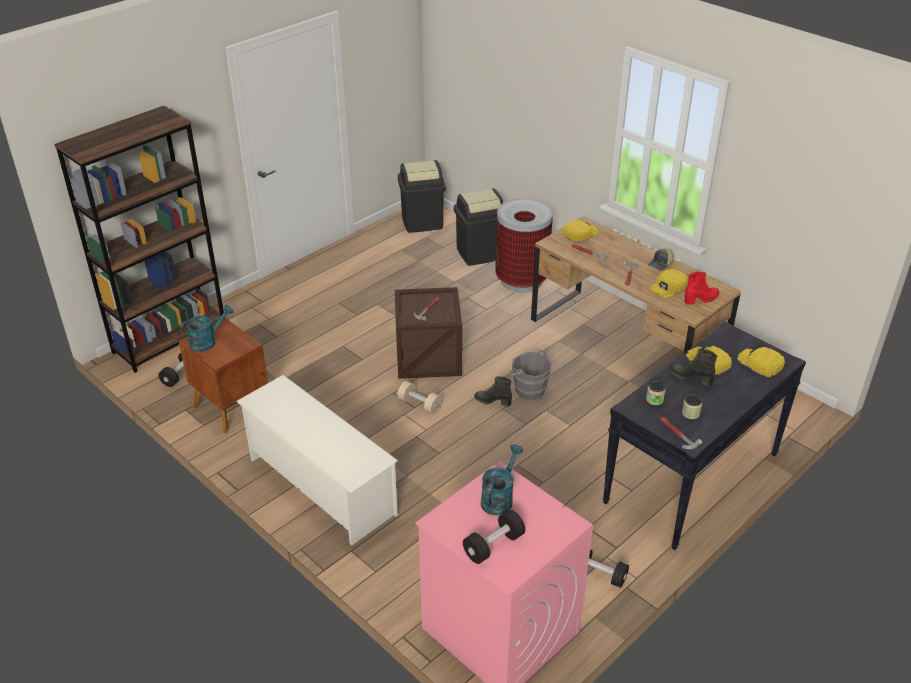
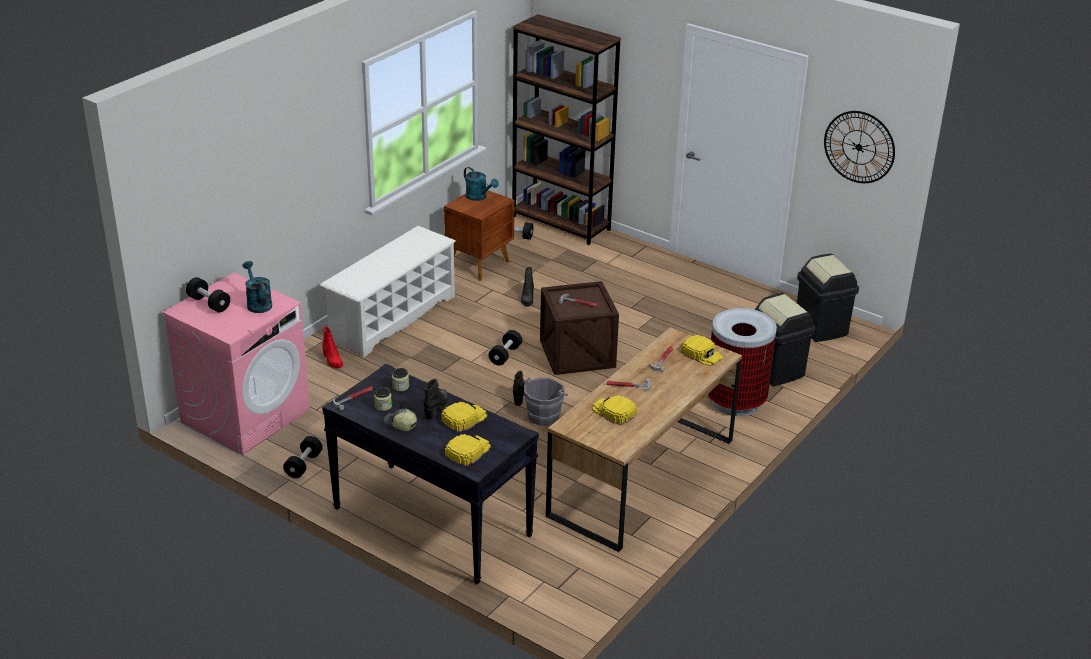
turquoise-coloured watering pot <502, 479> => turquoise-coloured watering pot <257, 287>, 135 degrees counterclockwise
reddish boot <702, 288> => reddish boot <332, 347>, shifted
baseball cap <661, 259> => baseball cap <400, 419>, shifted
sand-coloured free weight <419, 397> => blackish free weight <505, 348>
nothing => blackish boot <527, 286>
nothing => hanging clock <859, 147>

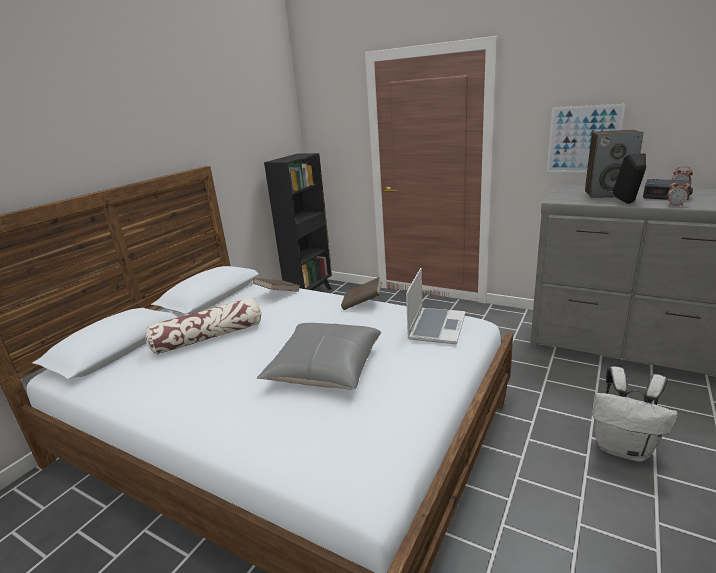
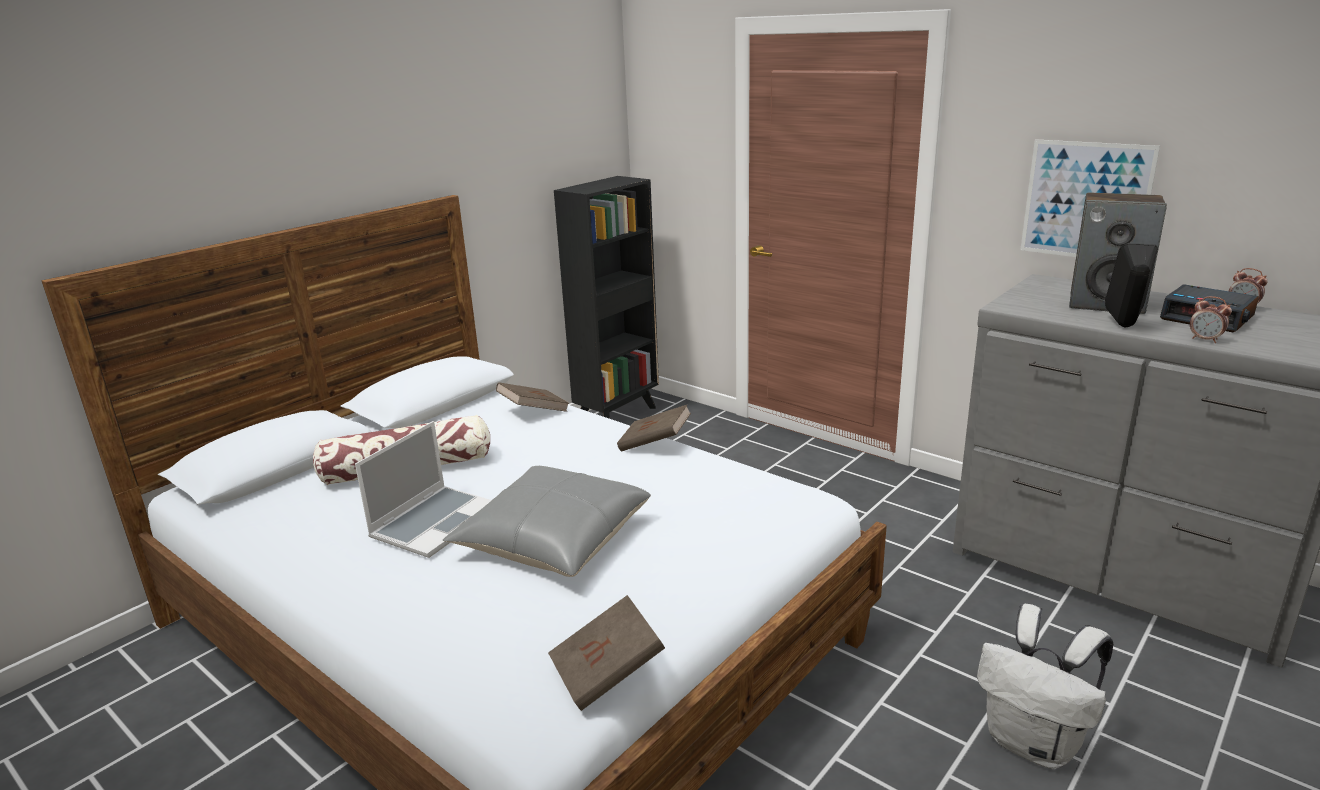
notebook computer <436, 306> => notebook computer <423, 489>, shifted
nothing => brown book <606, 653>

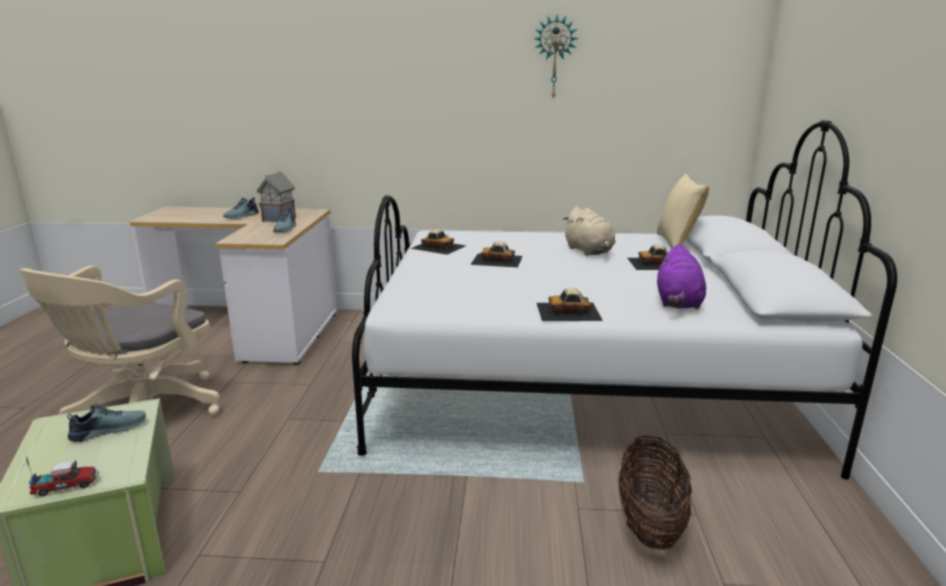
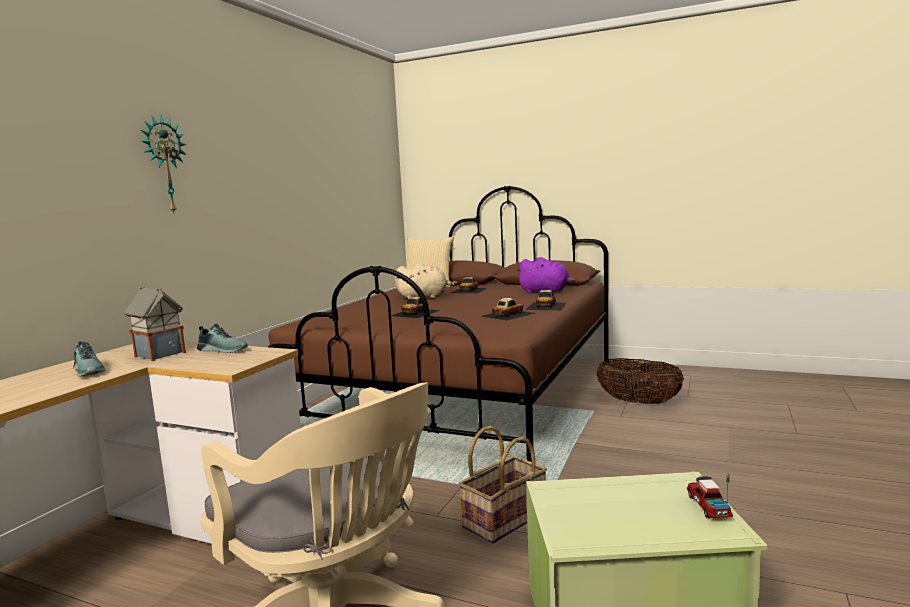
hanging clock <556, 57> => hanging clock <164, 164>, shifted
white bed <624, 300> => brown bed <438, 324>
nothing => basket <503, 485>
miniature car <438, 242> => miniature car <508, 309>, shifted
item of footwear <106, 423> => nothing

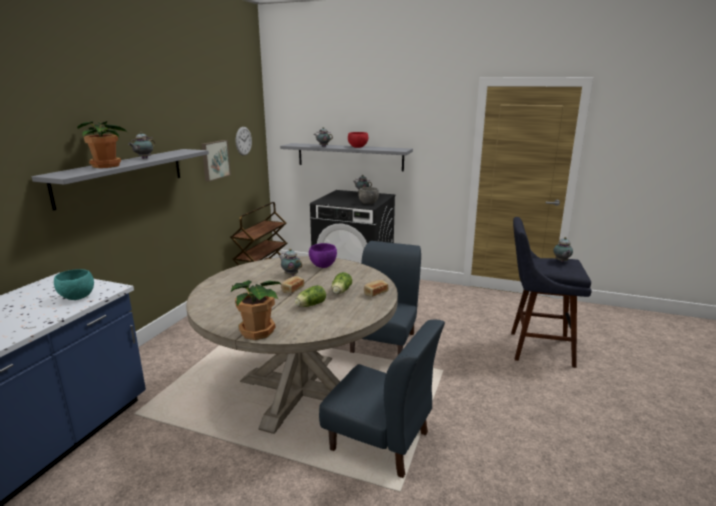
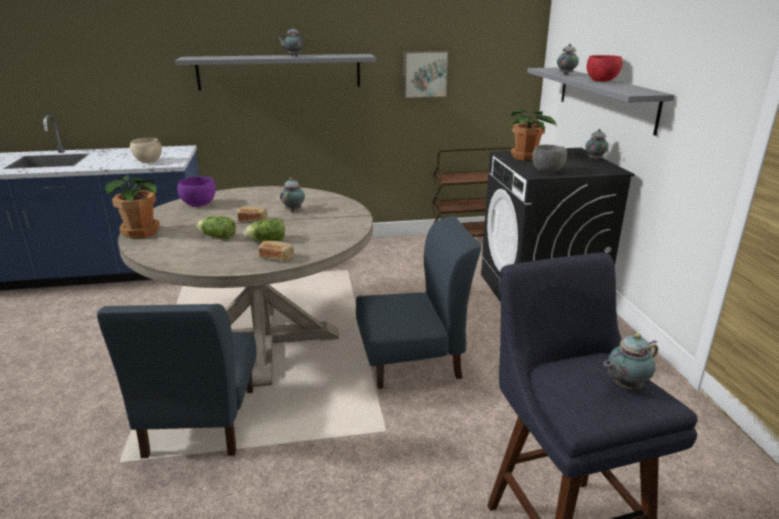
turquoise-coloured serving bowl <74, 284> => sand-coloured serving bowl <146, 150>
purple-coloured serving bowl <323, 255> => purple-coloured serving bowl <196, 192>, shifted
houseplant <102, 144> => houseplant <533, 135>, shifted
hanging clock <244, 141> => nothing

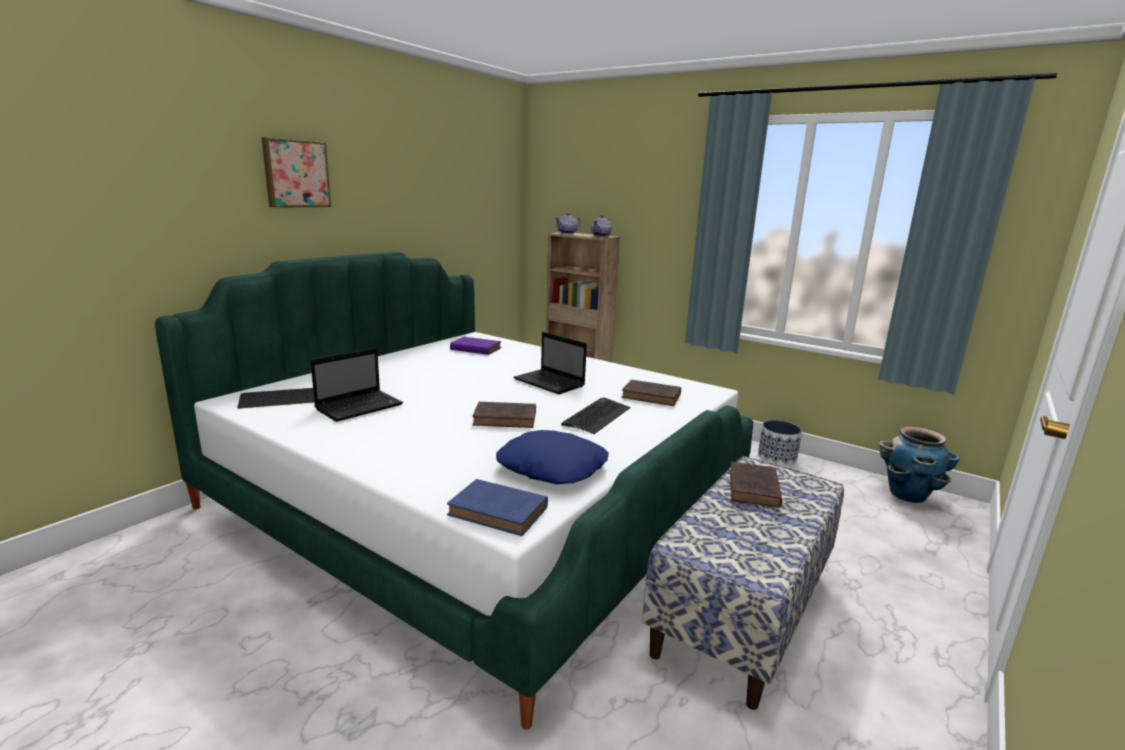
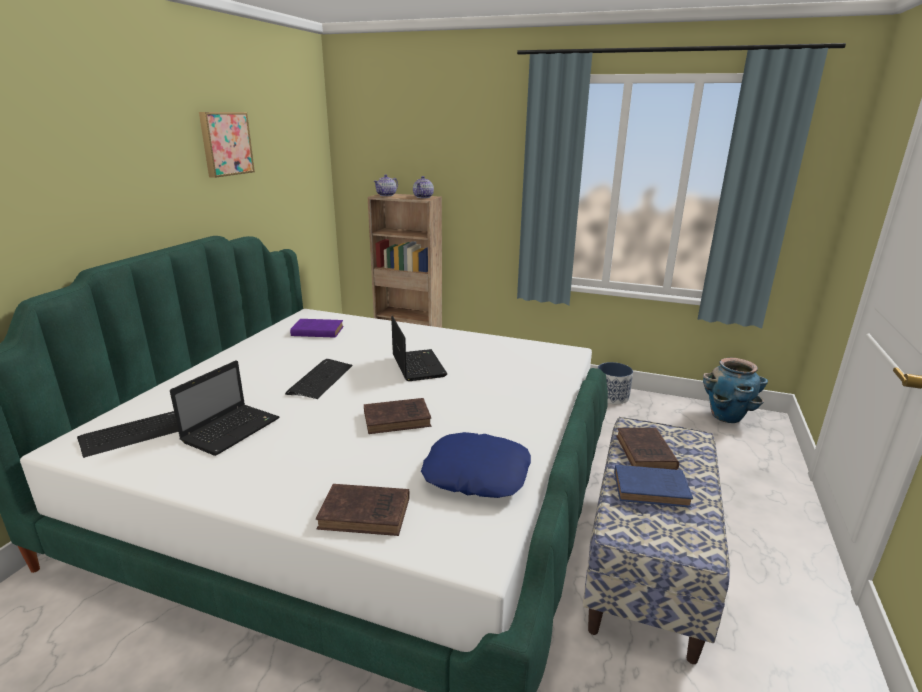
picture <296, 172> => picture <227, 145>, shifted
keyboard <595, 415> => keyboard <319, 379>, shifted
brown book <651, 393> => brown book <363, 510>, shifted
notebook computer <550, 363> => notebook computer <419, 348>, 135 degrees counterclockwise
blue book <497, 507> => blue book <653, 486>, shifted

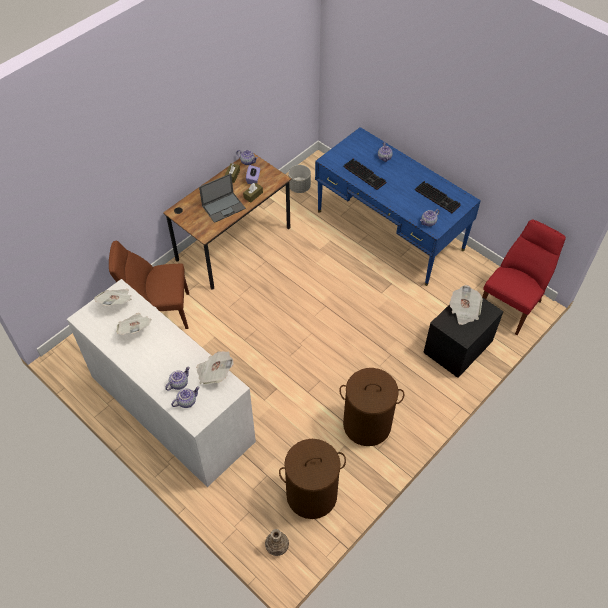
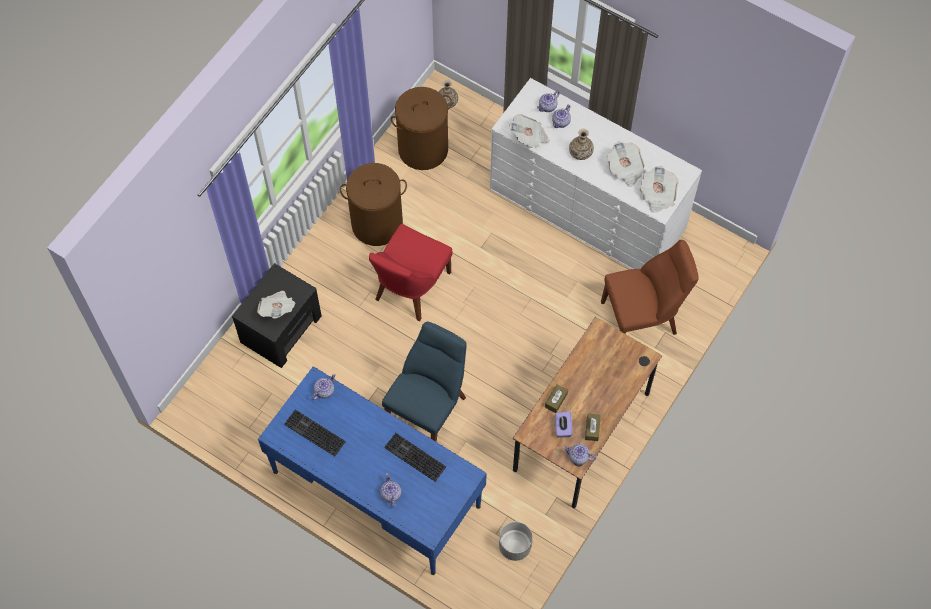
reddish upright chair <524, 277> => reddish upright chair <411, 272>, shifted
nothing => blue upright chair <424, 381>
nothing => flower vase <581, 144>
notebook computer <222, 198> => nothing

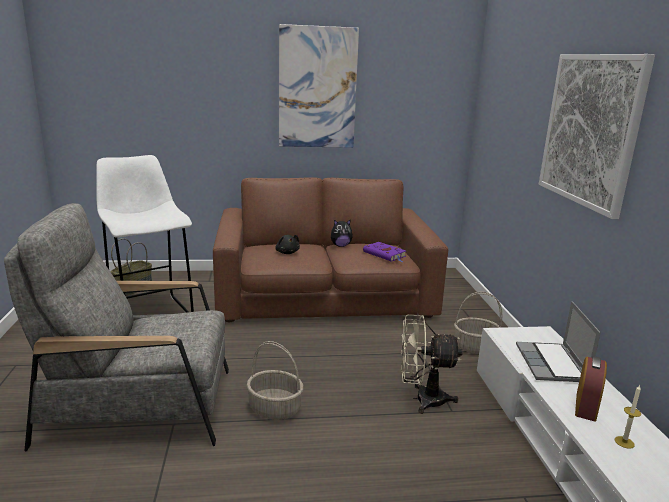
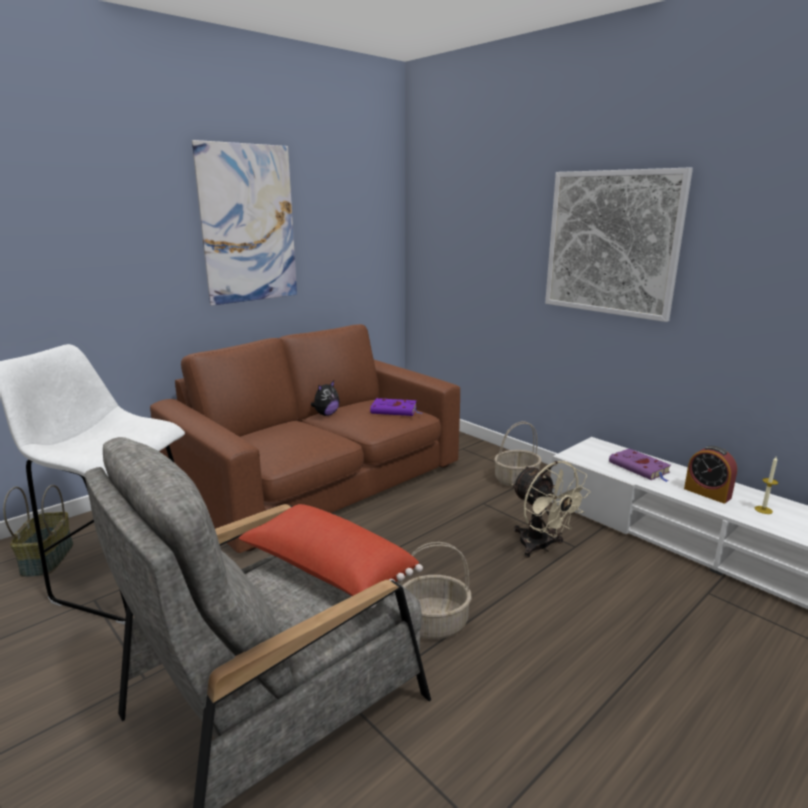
nothing => reddish throw pillow <331, 556>
sand-coloured cooling fan <432, 364> => sand-coloured cooling fan <551, 509>, 90 degrees counterclockwise
notebook computer <558, 341> => purple-coloured book <640, 465>
bedside clock <591, 389> => bedside clock <710, 475>, 150 degrees clockwise
blackish soft toy <287, 244> => nothing

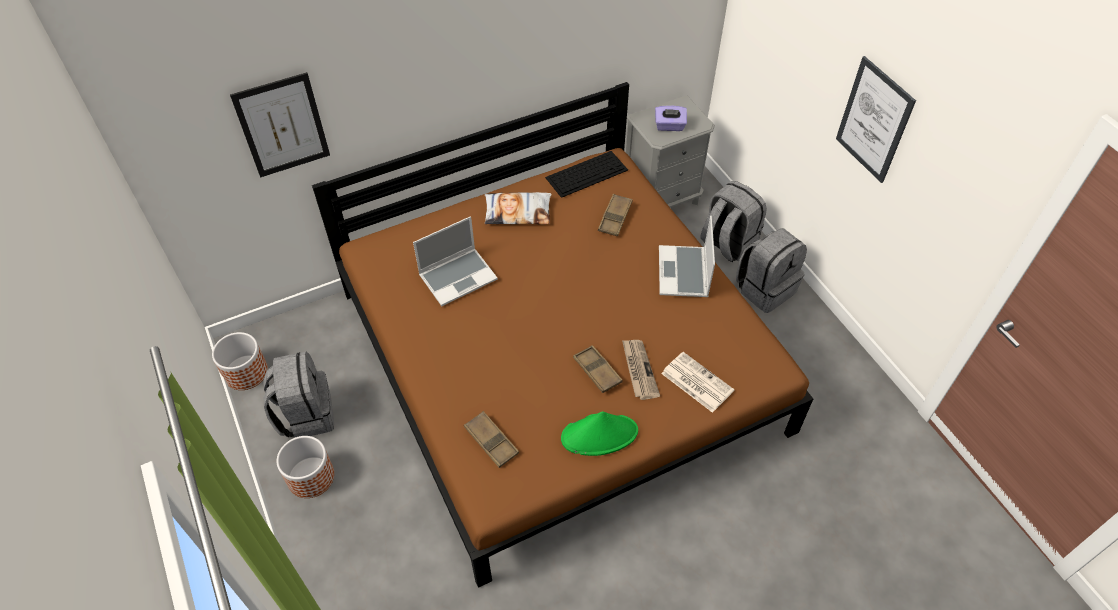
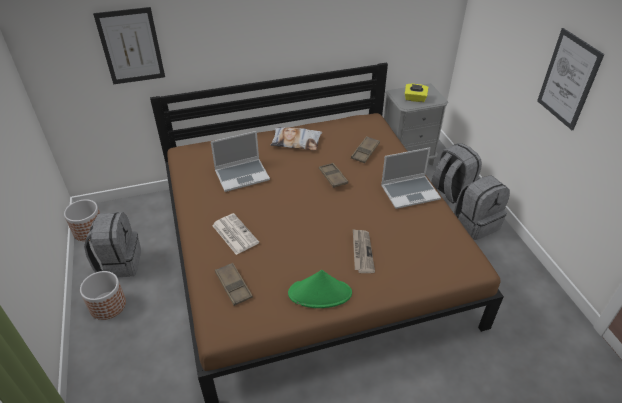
daily paper <698, 382> => daily paper <235, 234>, shifted
brown carrying tray <598, 369> => brown carrying tray <333, 175>, shifted
notebook computer <687, 256> => notebook computer <411, 178>, 120 degrees counterclockwise
purple-coloured tissue holder <671, 118> => yellow-coloured tissue holder <417, 93>
keyboard <586, 174> => nothing

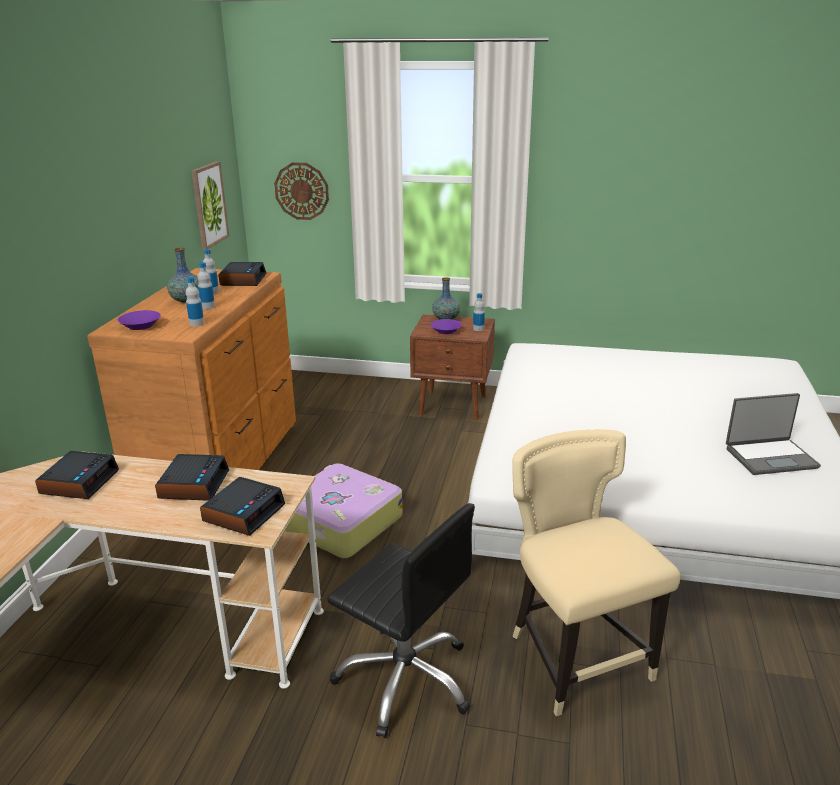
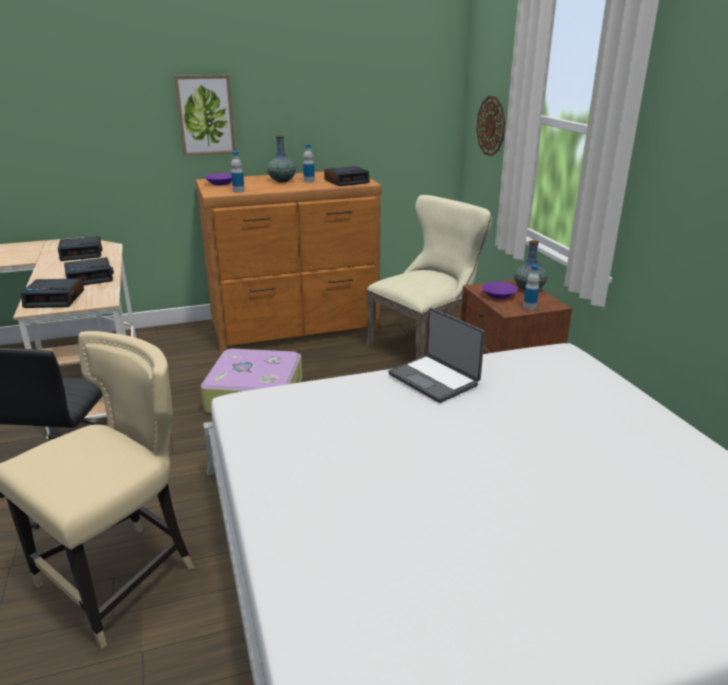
picture <210, 205> => picture <205, 115>, shifted
nothing => sand-coloured upright chair <429, 277>
notebook computer <773, 434> => notebook computer <436, 355>, shifted
drink bottle <206, 285> => nothing

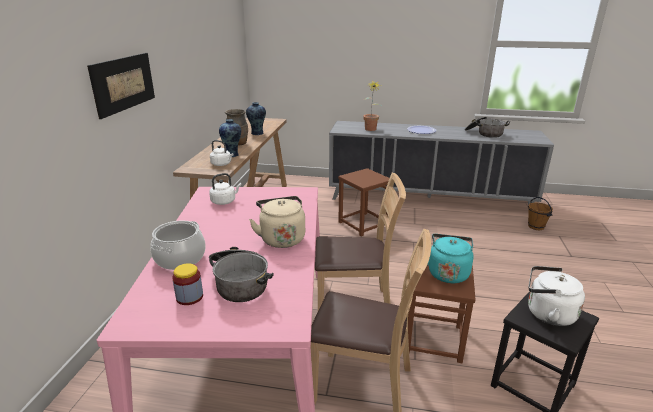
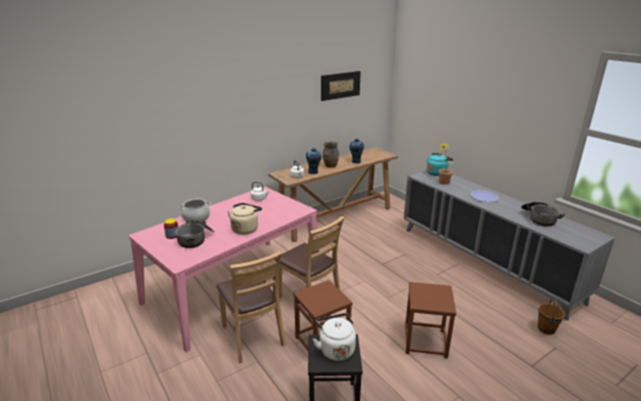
picture <121, 86> => picture <341, 86>, shifted
brown sitting stool <363, 202> => brown sitting stool <430, 320>, shifted
turquoise-coloured kettle <450, 258> => turquoise-coloured kettle <440, 164>, shifted

